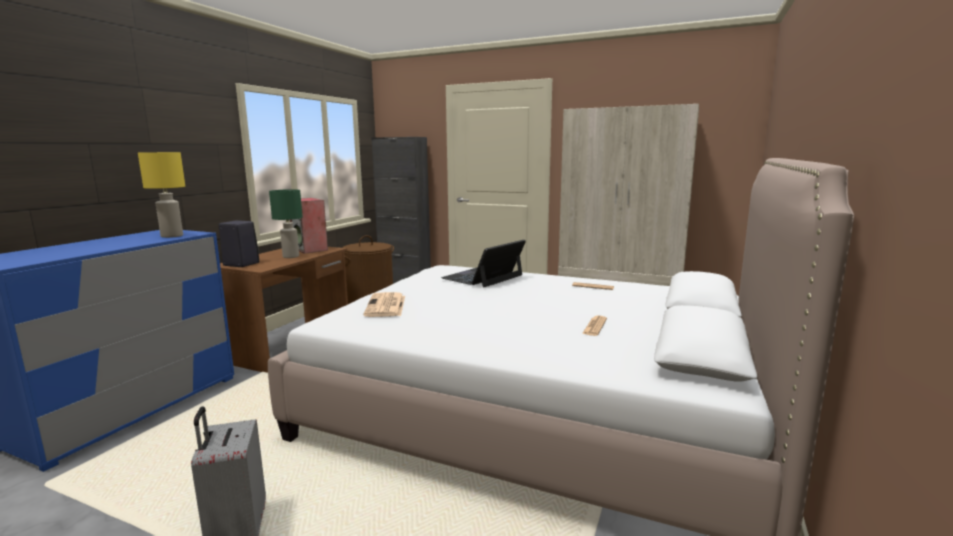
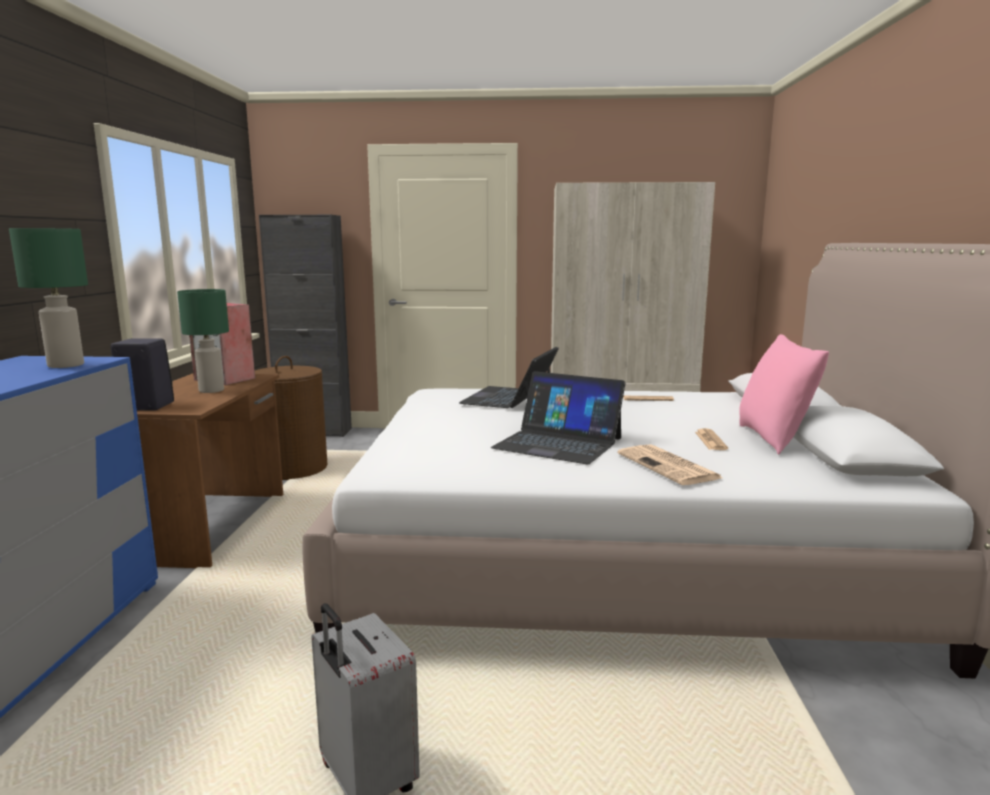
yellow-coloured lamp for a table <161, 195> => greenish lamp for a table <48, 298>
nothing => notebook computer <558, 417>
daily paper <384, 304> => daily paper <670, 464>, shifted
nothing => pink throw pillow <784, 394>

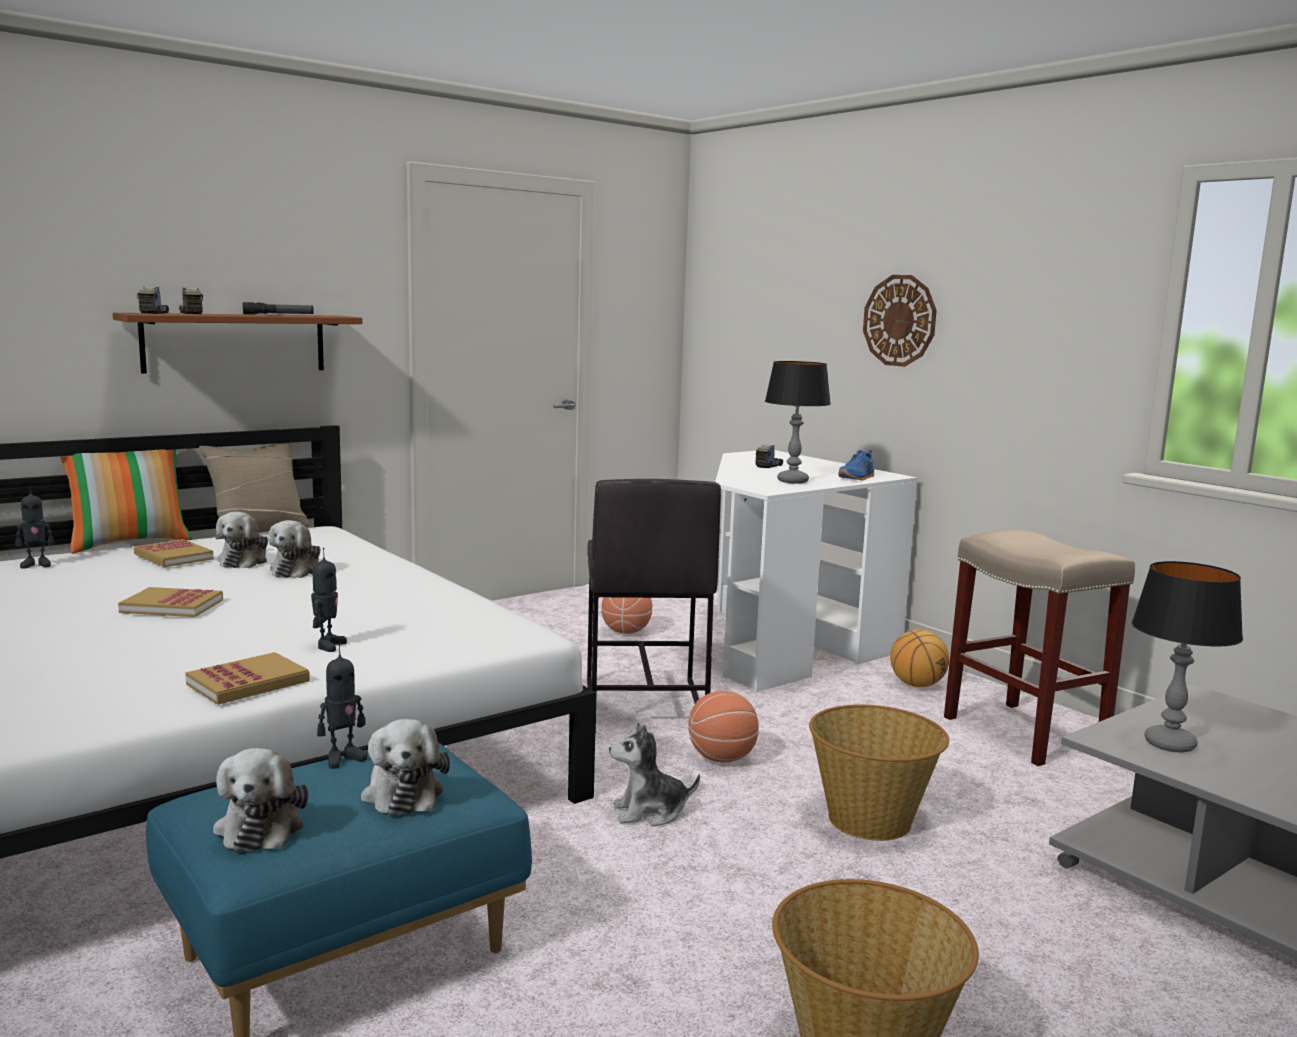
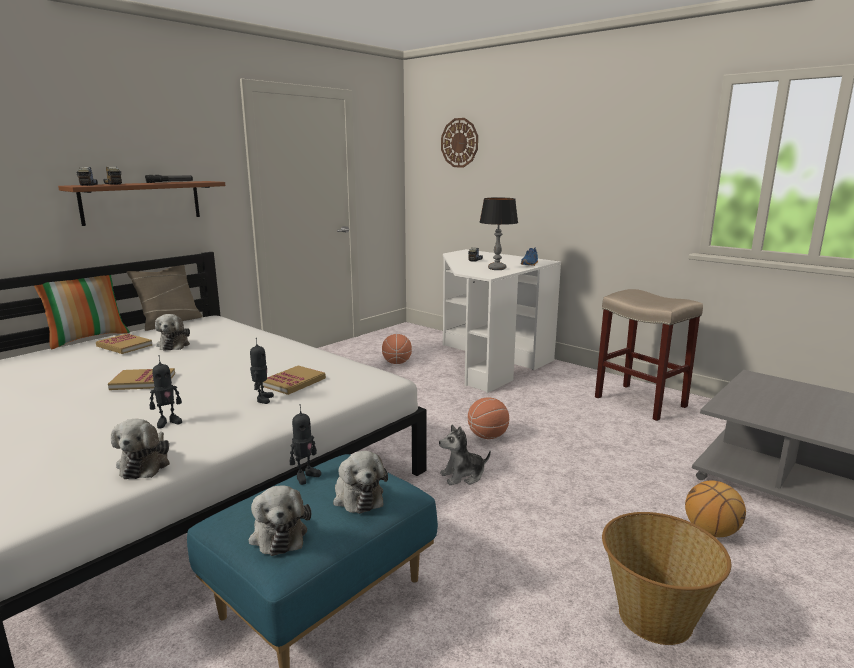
soft toy <294, 549> => soft toy <140, 449>, shifted
model robot <34, 527> => model robot <166, 391>, shifted
book <247, 678> => book <294, 380>, shifted
hanging clock <900, 321> => hanging clock <459, 142>, shifted
ball for basketball <919, 658> => ball for basketball <715, 508>, shifted
greyish sitting stool <654, 606> => nothing
basket <879, 773> => nothing
lamp for a table <1187, 656> => nothing

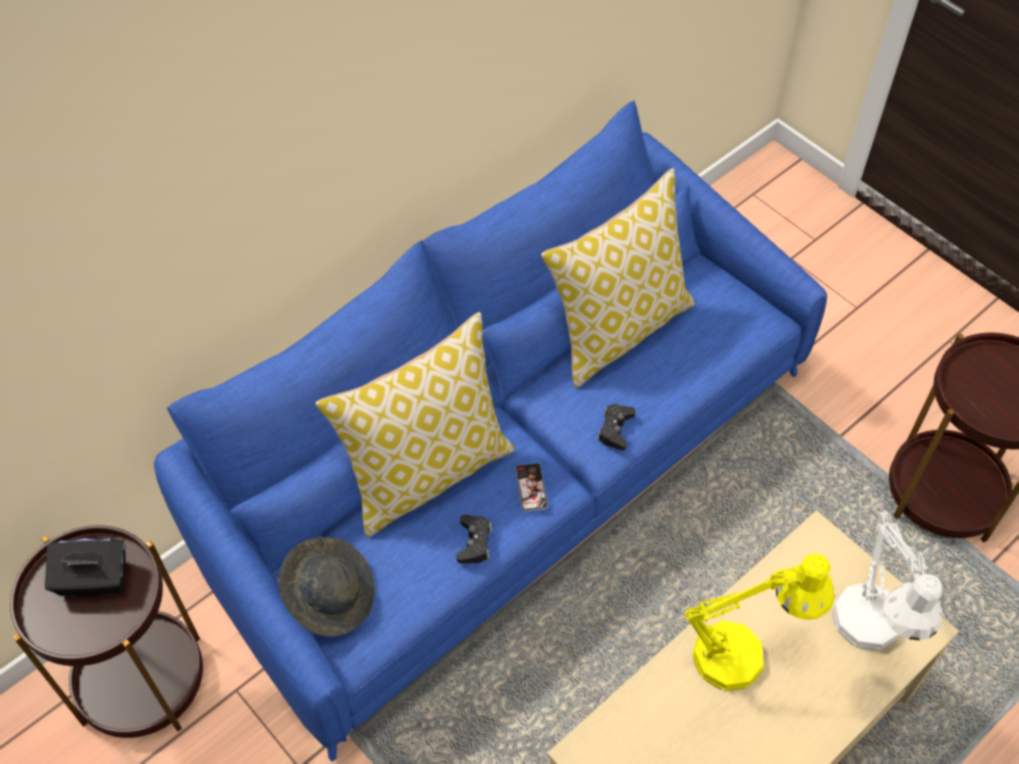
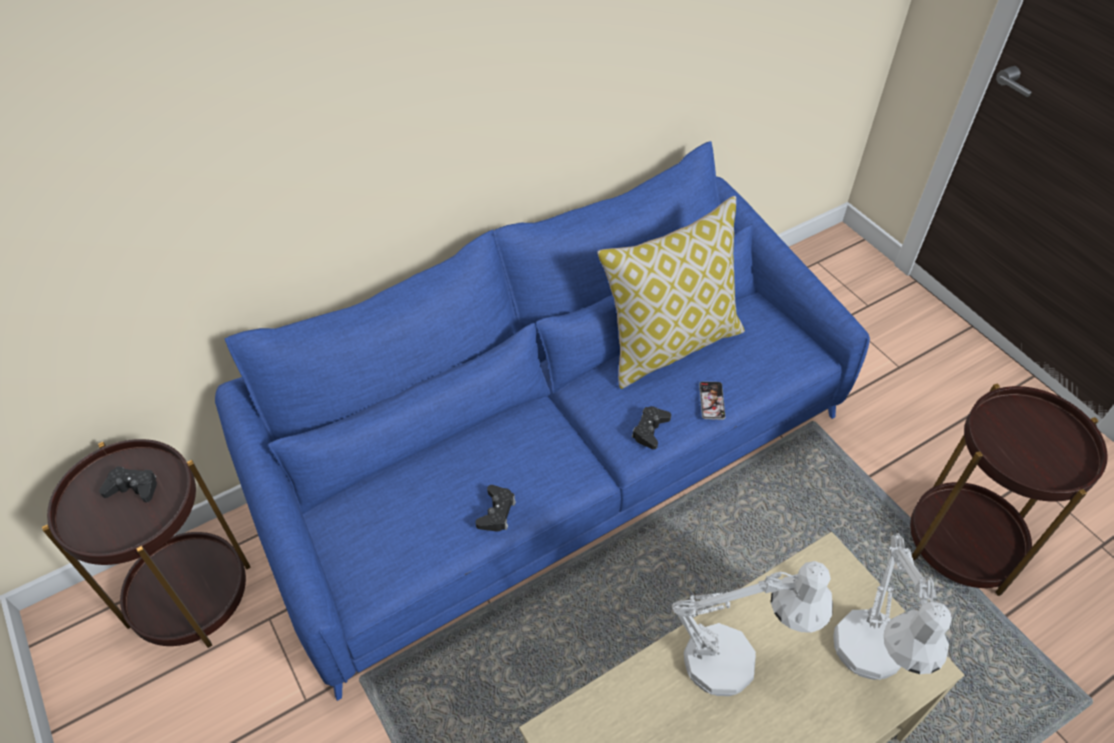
blackish tissue holder <85, 567> => blackish gamepad <128, 484>
yellow-coloured lamp for a table <759, 622> => white lamp for a table <752, 628>
phone <531, 487> => phone <712, 400>, shifted
greyish clothing hat <326, 587> => nothing
throw pillow <415, 424> => nothing

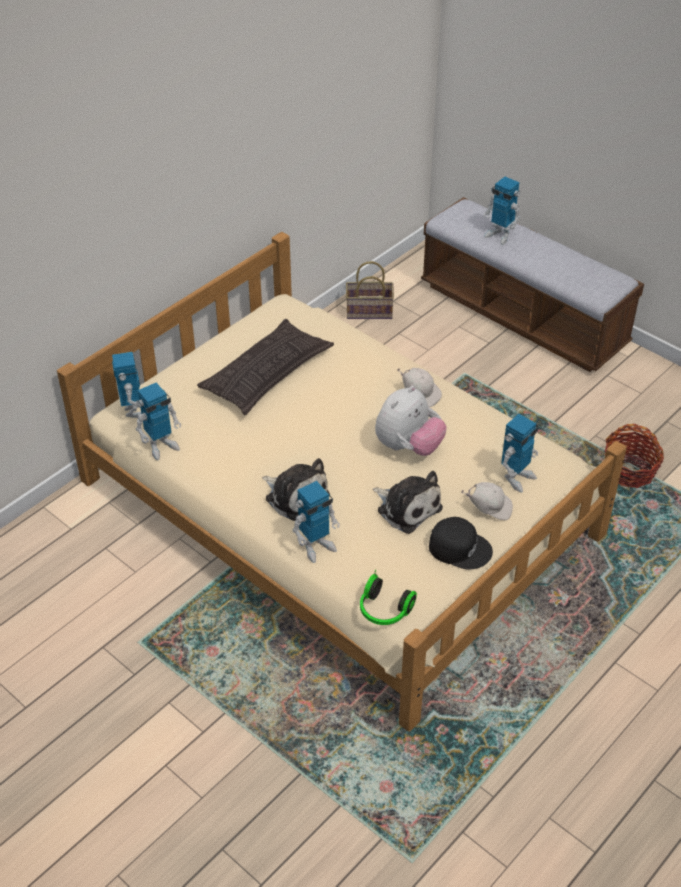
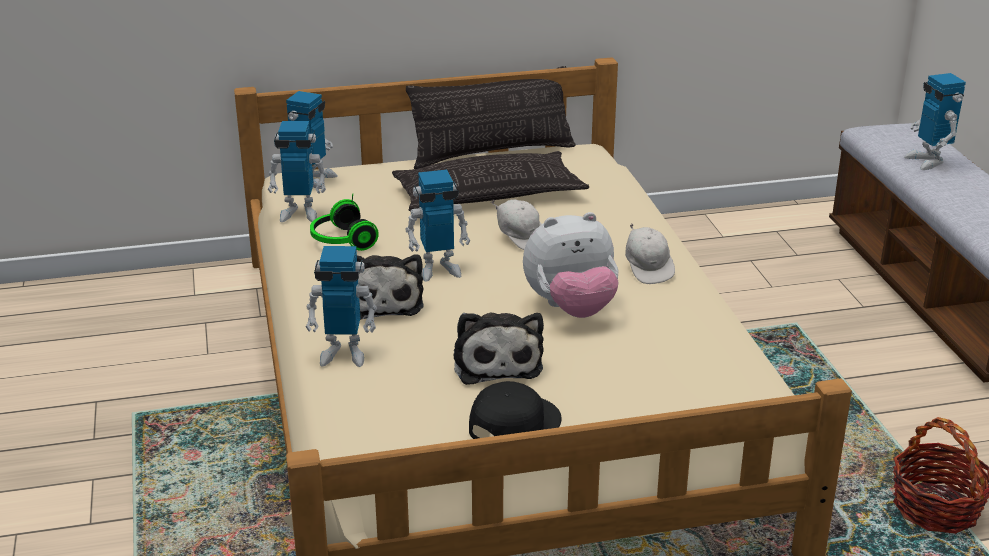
headphones <388, 597> => headphones <344, 222>, shifted
model robot <520, 453> => model robot <437, 226>, shifted
nothing => throw pillow <491, 117>
blackish baseball cap <461, 543> => blackish baseball cap <515, 410>, 105 degrees counterclockwise
white baseball cap <487, 501> => white baseball cap <516, 224>, shifted
basket <370, 290> => nothing

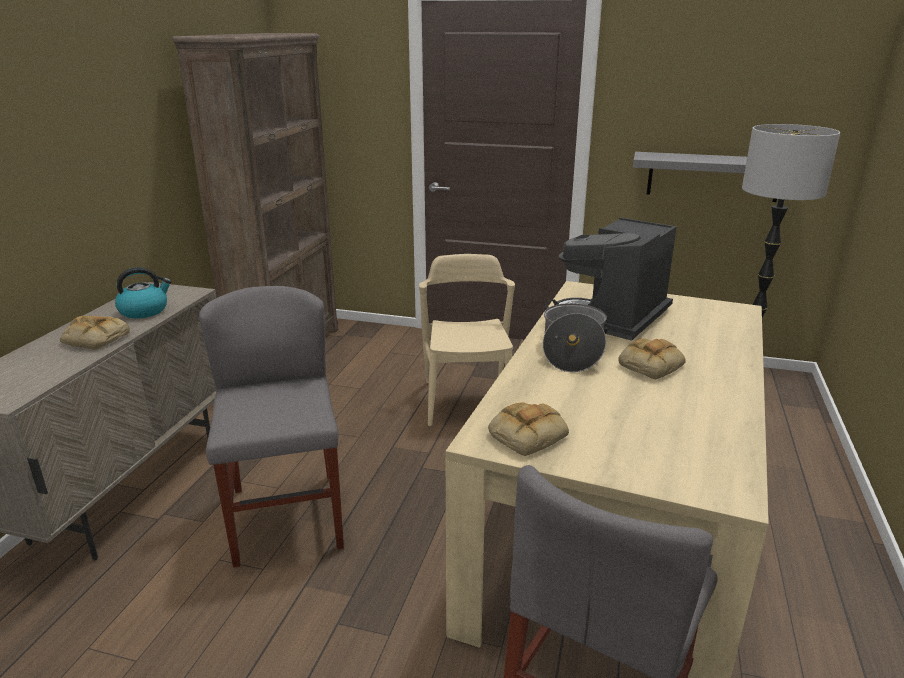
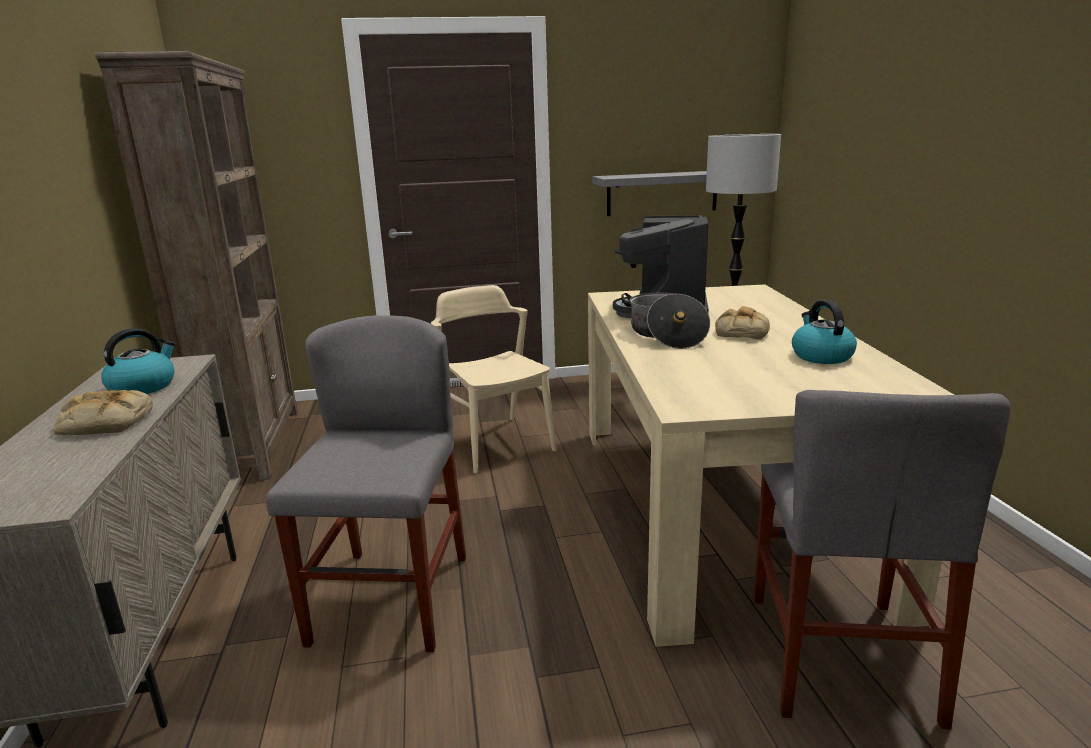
greyish upright chair <271, 426> => greyish upright chair <366, 483>, 45 degrees clockwise
nothing => kettle <824, 332>
bakery bread <528, 429> => nothing

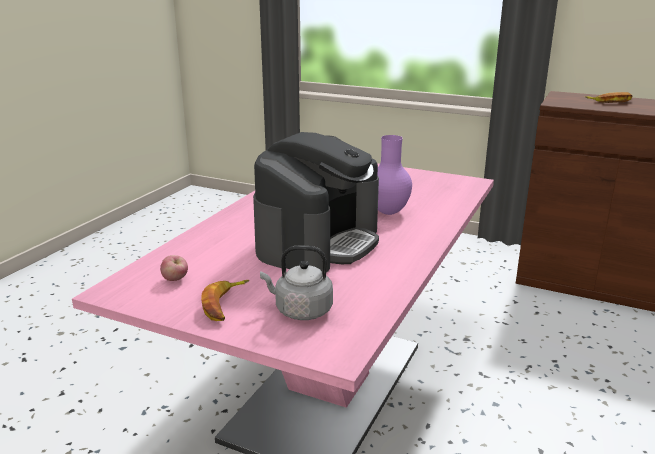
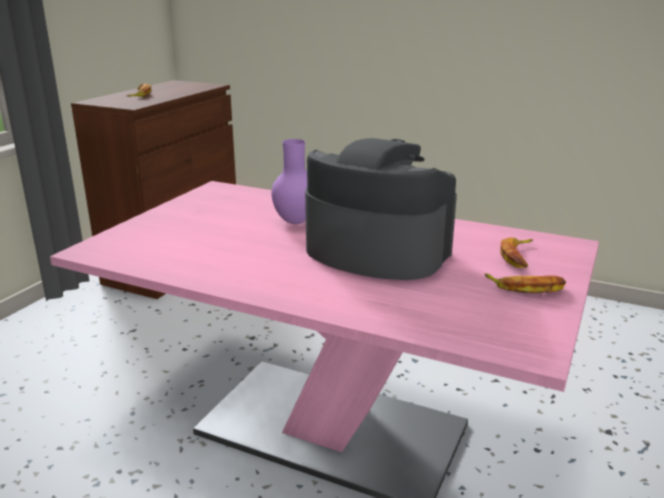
greyish kettle <296, 283> => banana fruit <516, 252>
apple <174, 268> => nothing

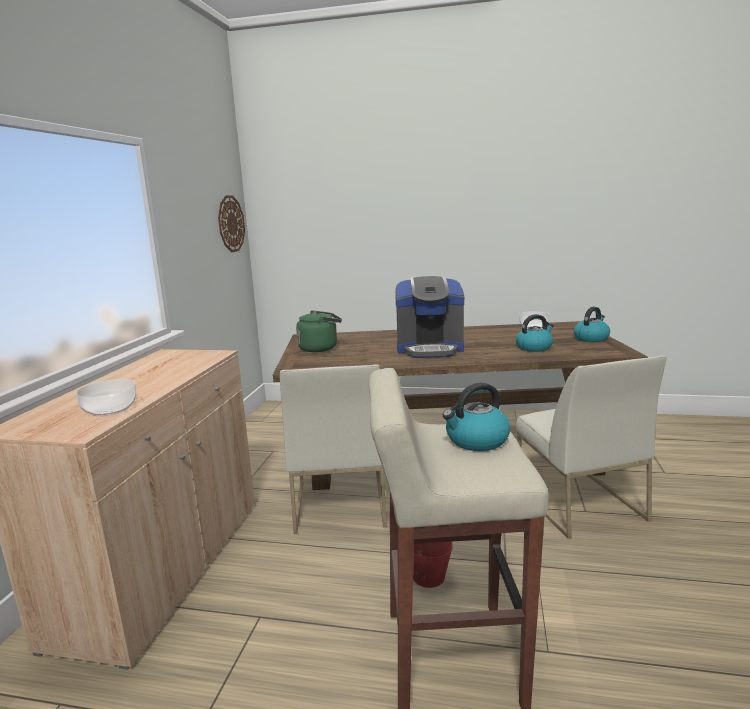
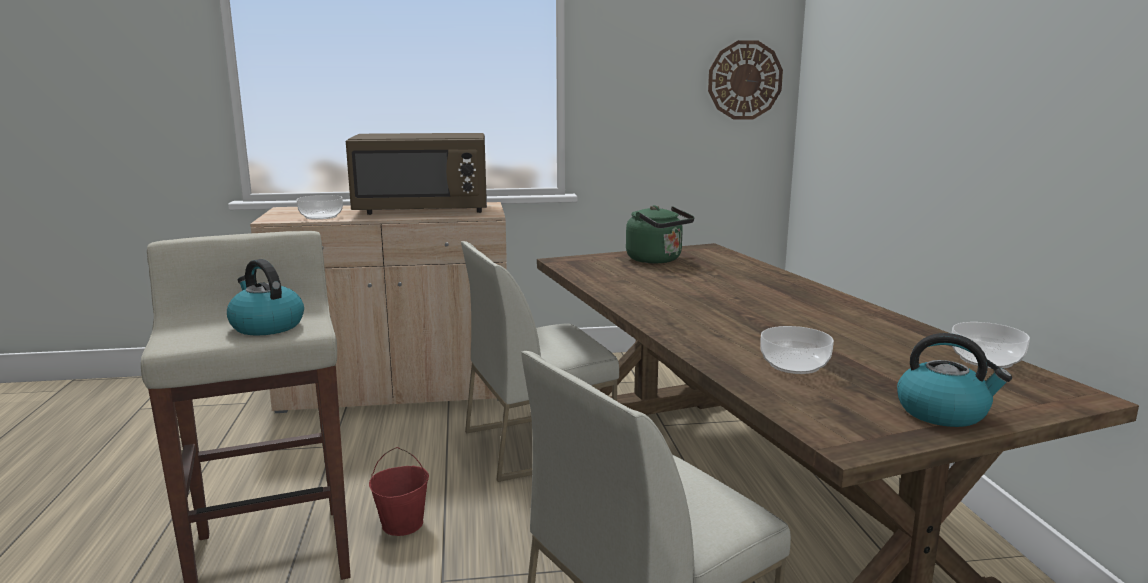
nothing => brown microwave <416, 174>
kettle <535, 333> => serving bowl <797, 350>
coffee brewer <429, 317> => nothing

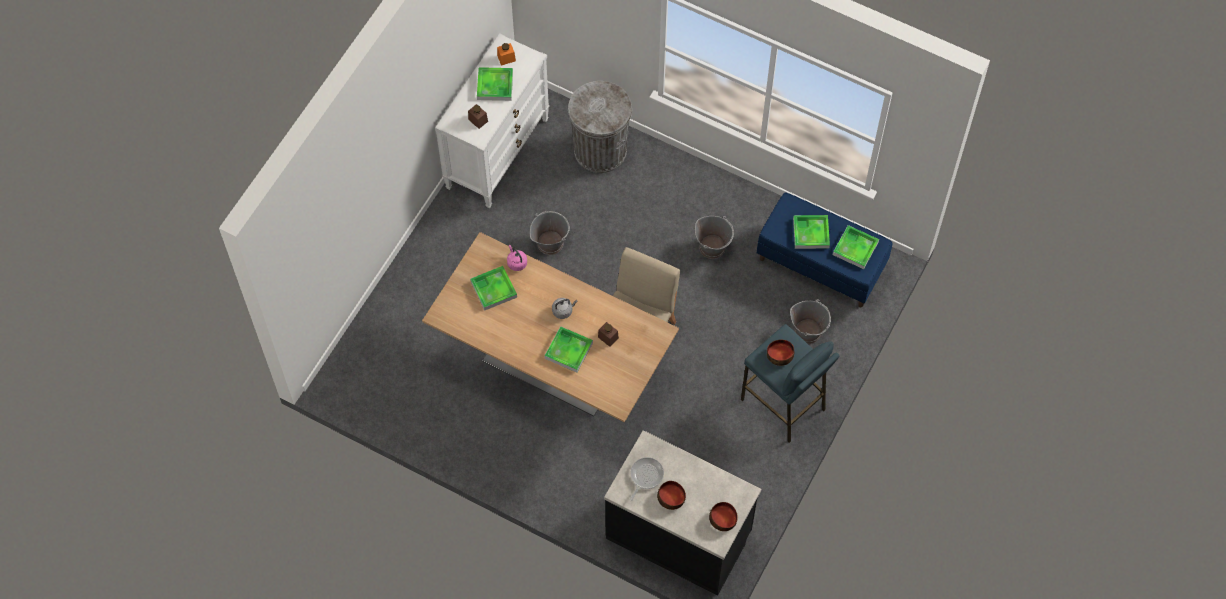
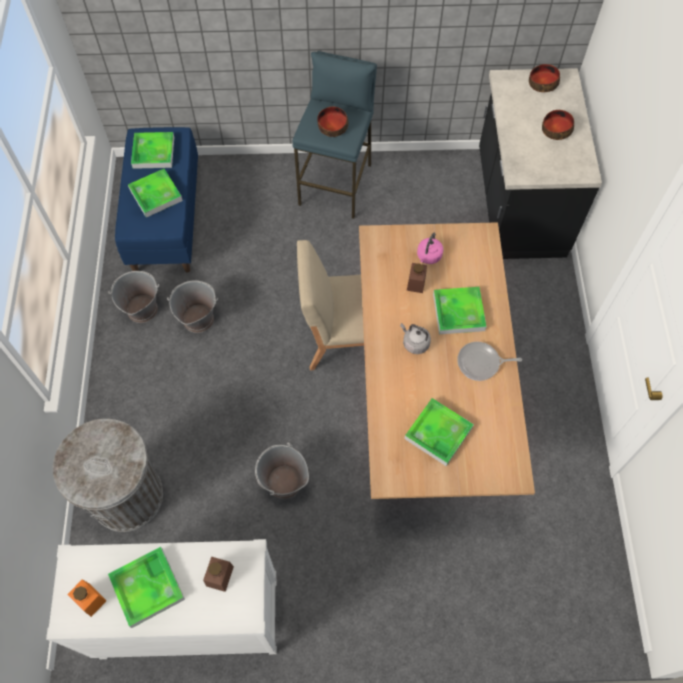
greyish pail <810, 321> => greyish pail <133, 297>, shifted
pink kettle <517, 258> => pink kettle <430, 248>, shifted
skillet <647, 479> => skillet <489, 361>, shifted

